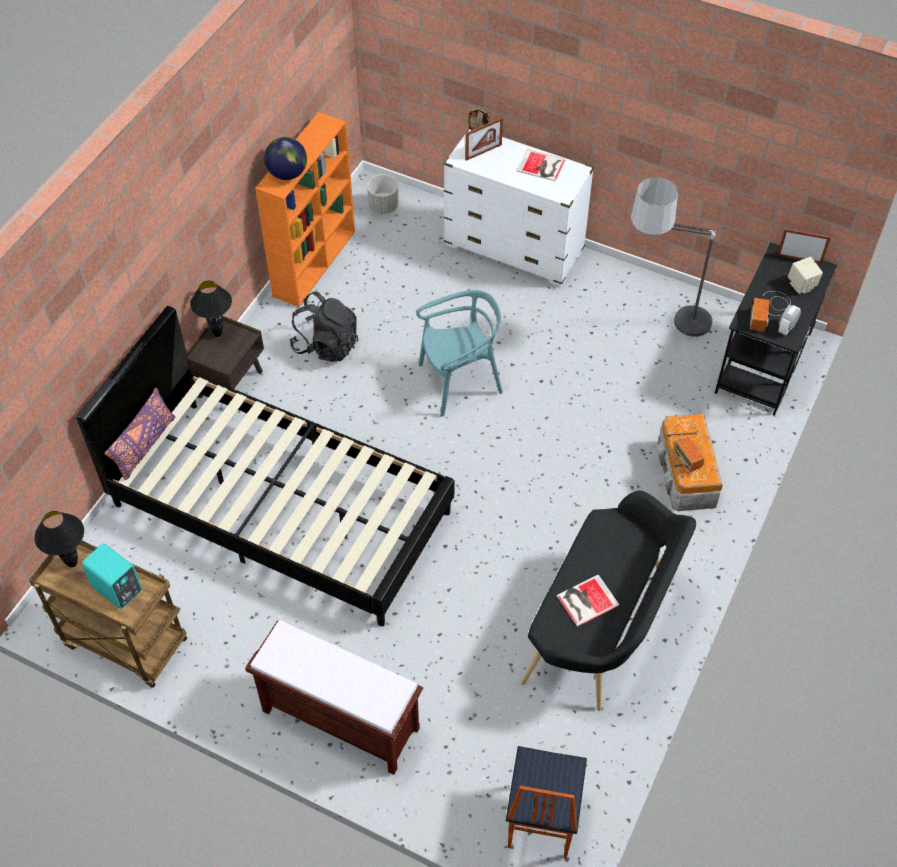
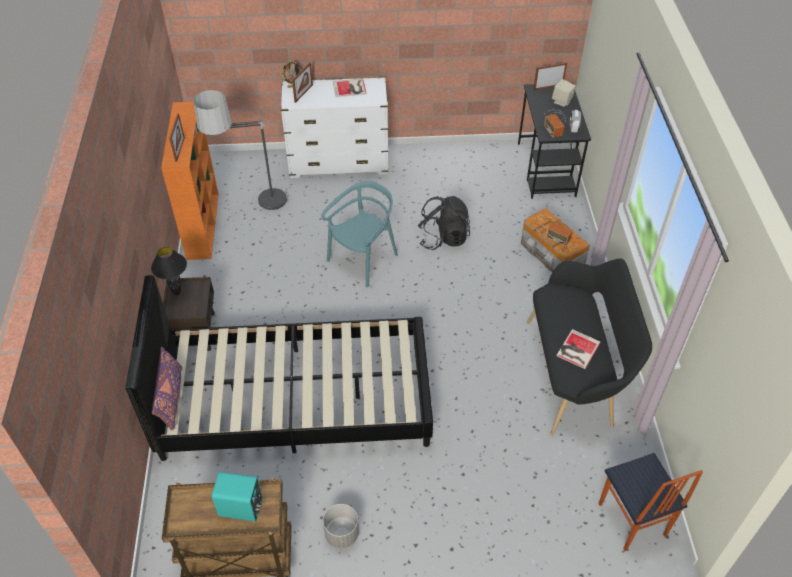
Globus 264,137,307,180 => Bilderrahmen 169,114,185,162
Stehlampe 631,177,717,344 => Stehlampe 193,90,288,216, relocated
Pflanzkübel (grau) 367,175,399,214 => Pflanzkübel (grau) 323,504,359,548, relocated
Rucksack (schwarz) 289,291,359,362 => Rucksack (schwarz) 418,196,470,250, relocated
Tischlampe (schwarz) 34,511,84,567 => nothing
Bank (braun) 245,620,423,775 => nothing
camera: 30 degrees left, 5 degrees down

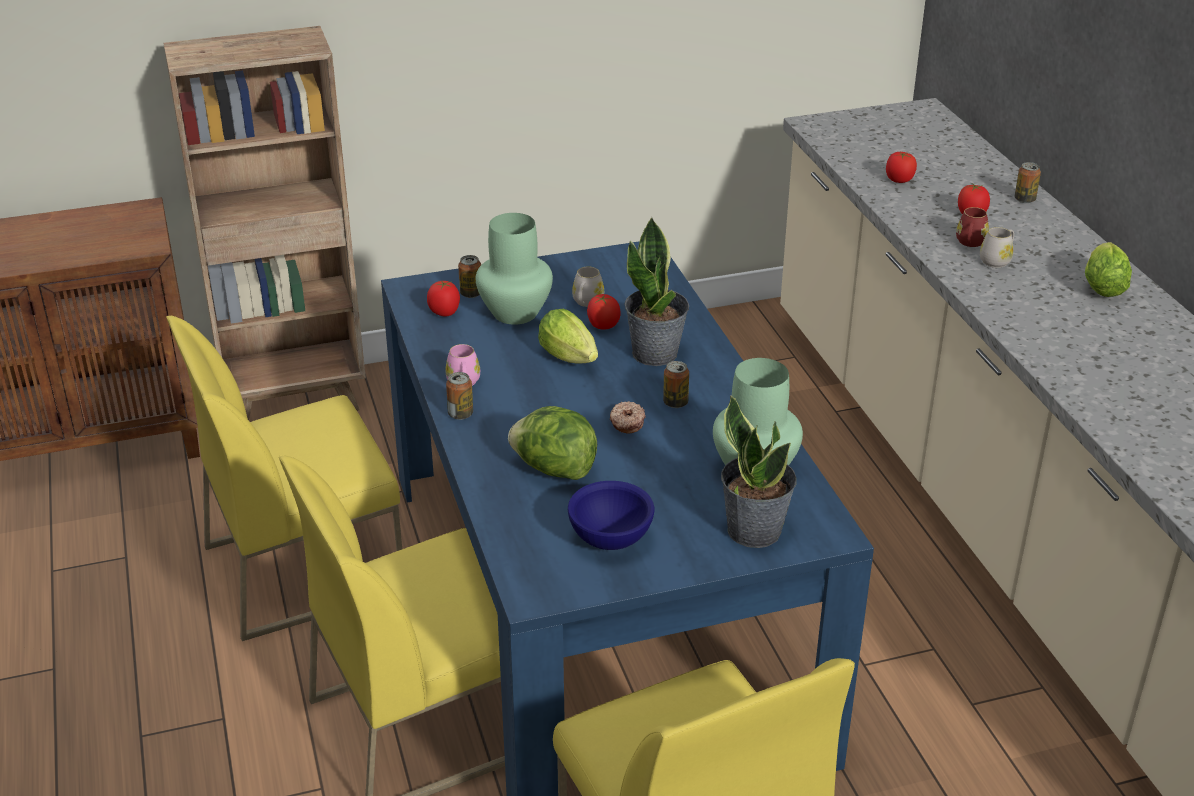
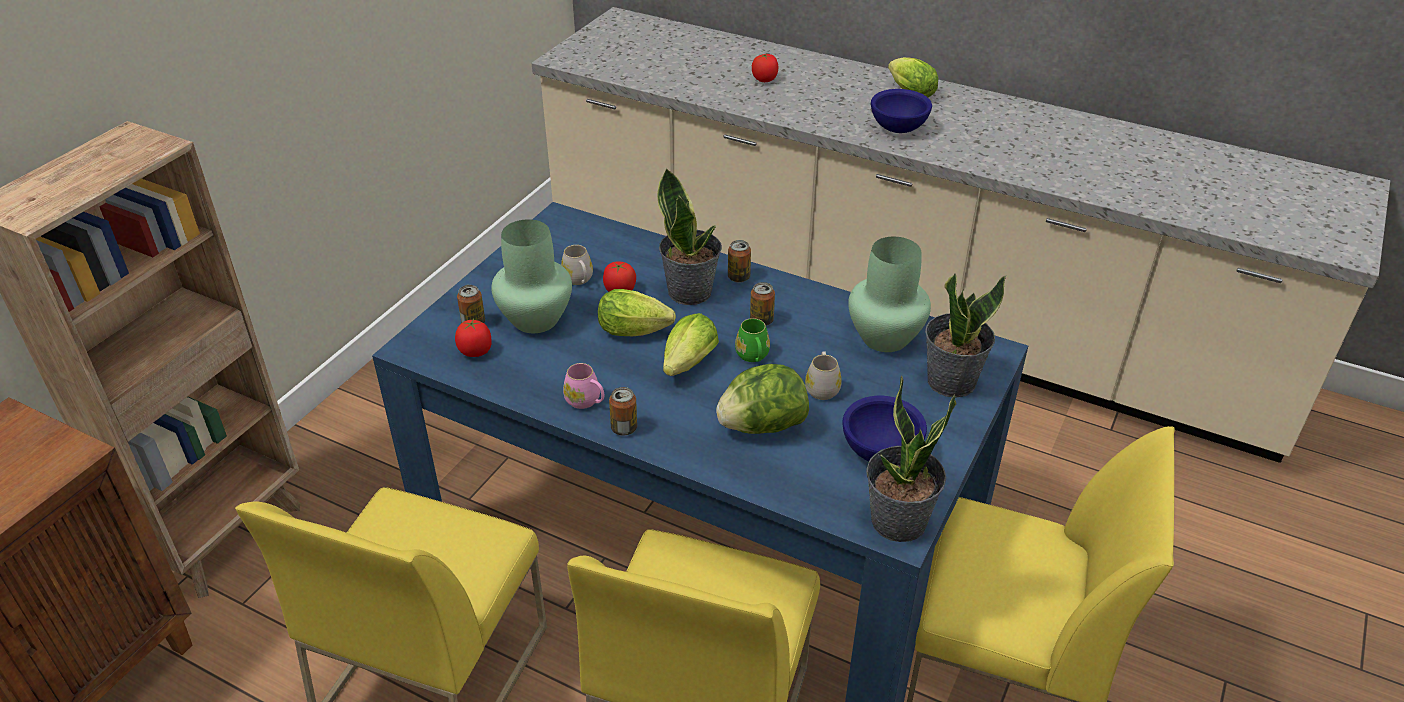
nothing => Salatkopf 663,313,719,376
Dose 1015,162,1041,203 => Dose 728,240,751,283, relocated
Donut 610,401,646,434 => Henkelbecher (grün) 735,318,770,362
Henkelbecher (weiß) 980,227,1014,268 => Henkelbecher (weiß) 805,351,842,400, relocated
nothing => Topfpflanze 866,376,957,542
nothing => Schüssel (blau) 871,89,932,133
Tomate 886,152,917,183 => nothing
Henkelbecher (rot) 956,207,989,247 => nothing
camera: 45 degrees left, 5 degrees up

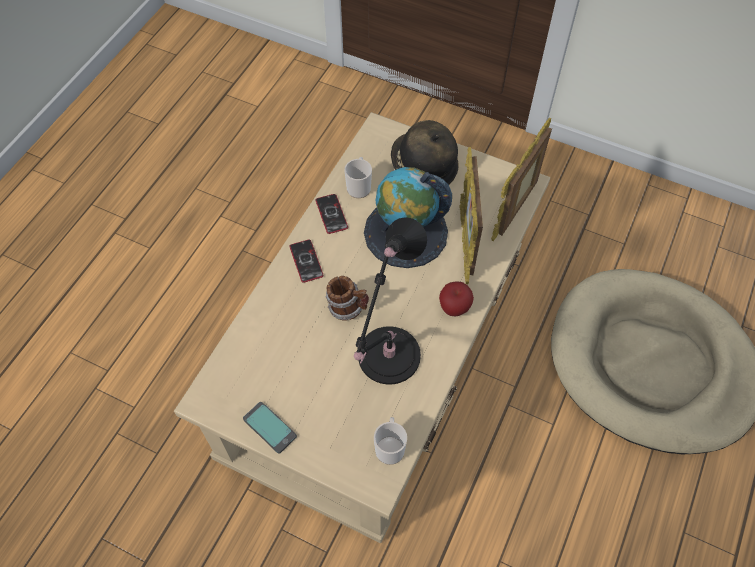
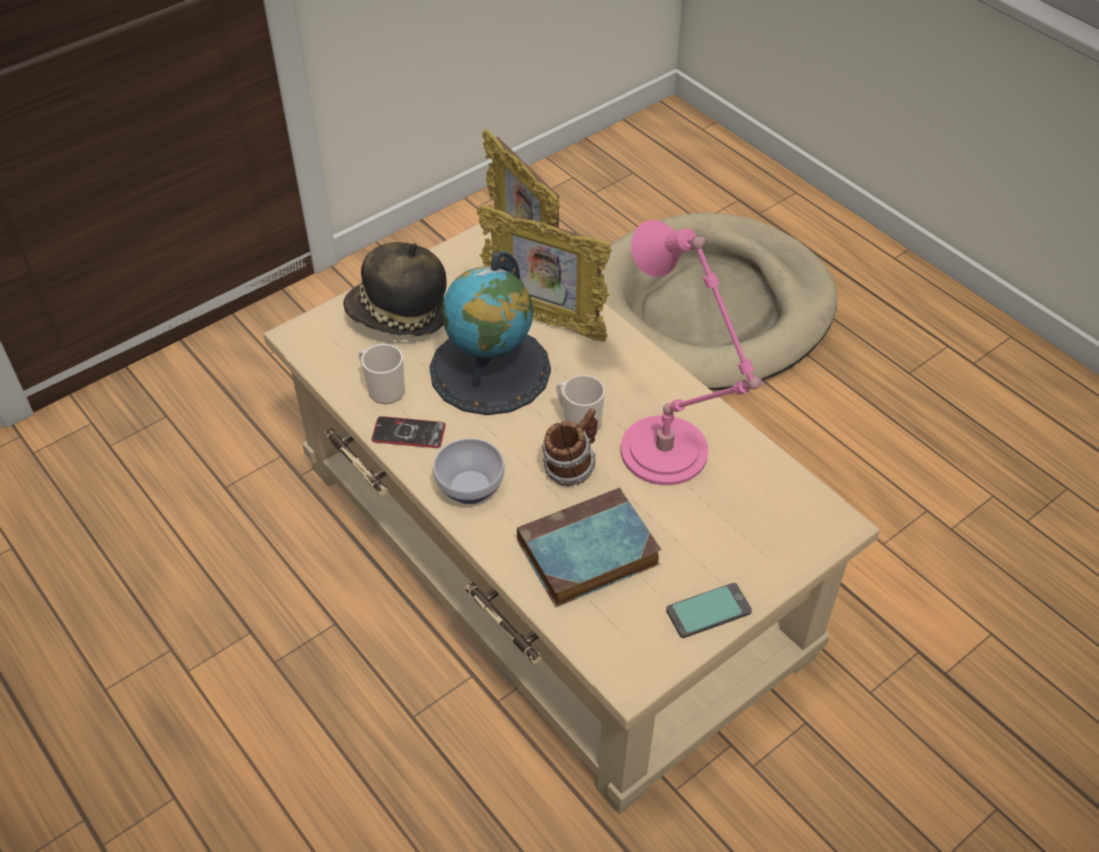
Handy 289,240,324,283 => Schüssel 433,438,505,504
nothing => Buch 517,488,661,607
Henkelbecher 374,417,407,465 => Henkelbecher 556,375,605,433, relocated
Tischlampe (schwarz) 354,217,427,385 => Tischlampe (rosa) 621,220,766,485
Apfel 439,281,474,316 => nothing
camera: 65 degrees left, 10 degrees down

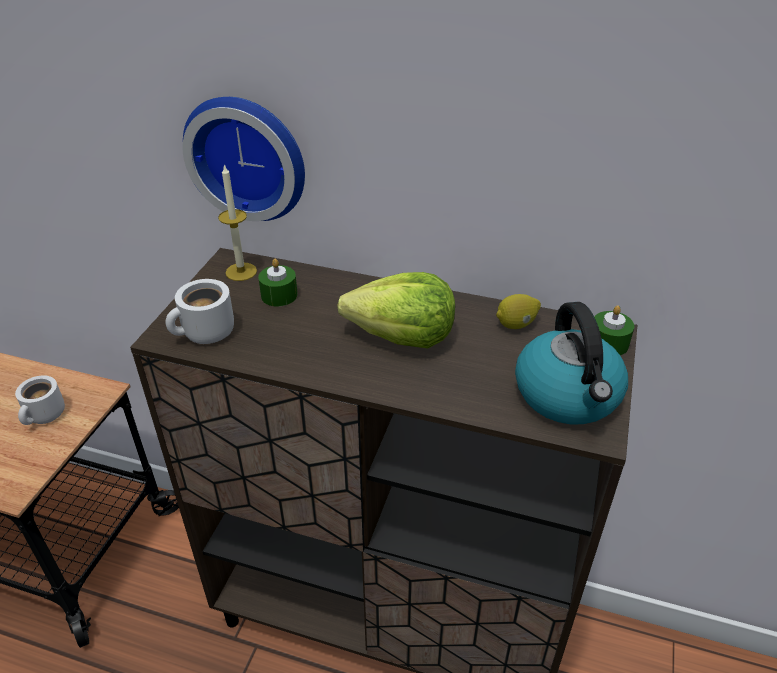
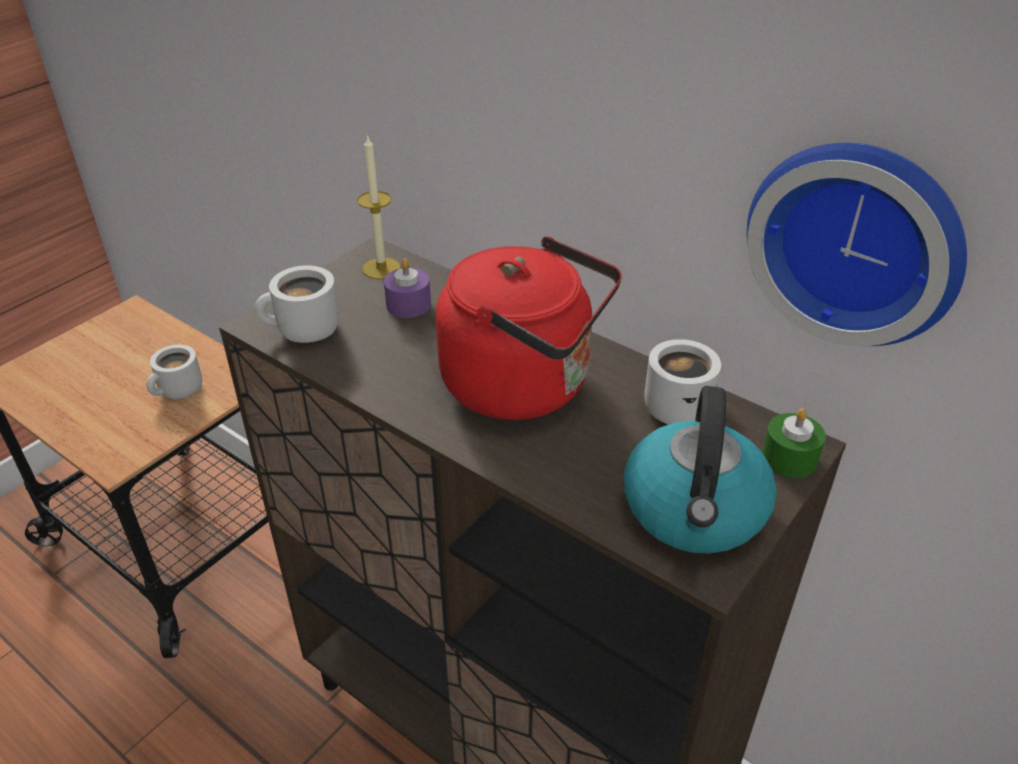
Kerze (grün) 258,259,298,306 => Kerze (lila) 384,259,431,318
Salatkopf 337,272,455,349 => Wasserkessel (rot) 436,236,622,420
Zitrone 496,294,541,329 => Henkelbecher (weiß) 644,339,721,425
Wanduhr 183,97,305,221 => Wanduhr 747,143,967,346, relocated
camera: 20 degrees right, 0 degrees up

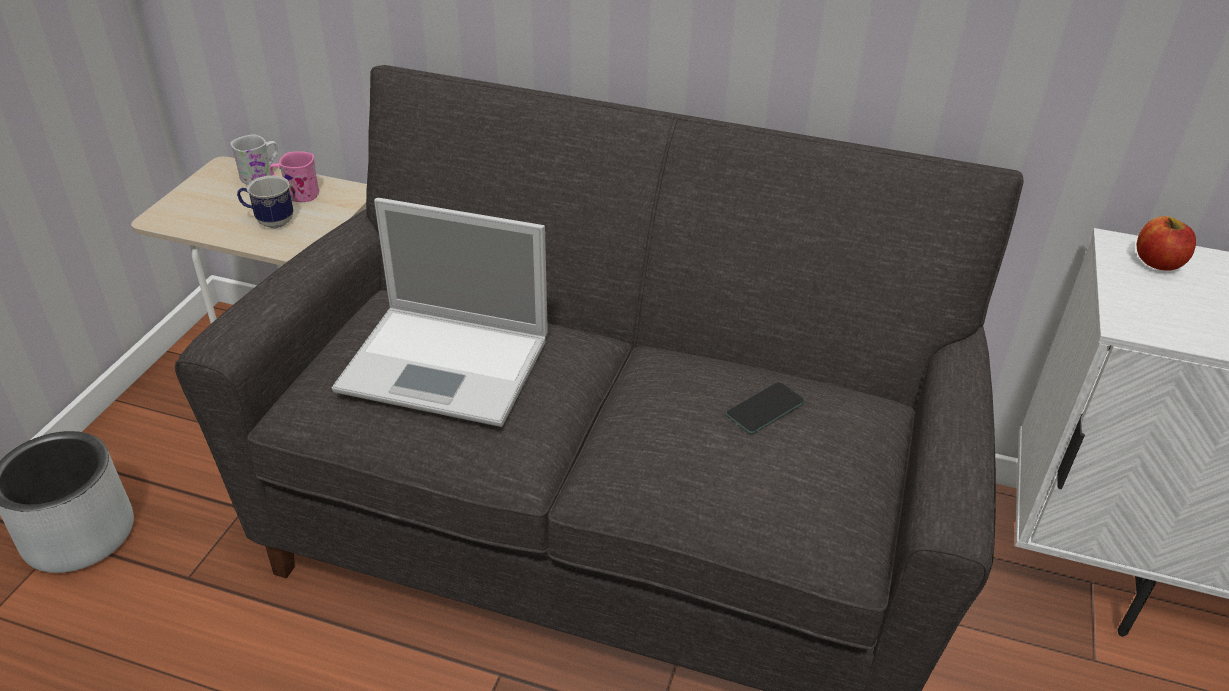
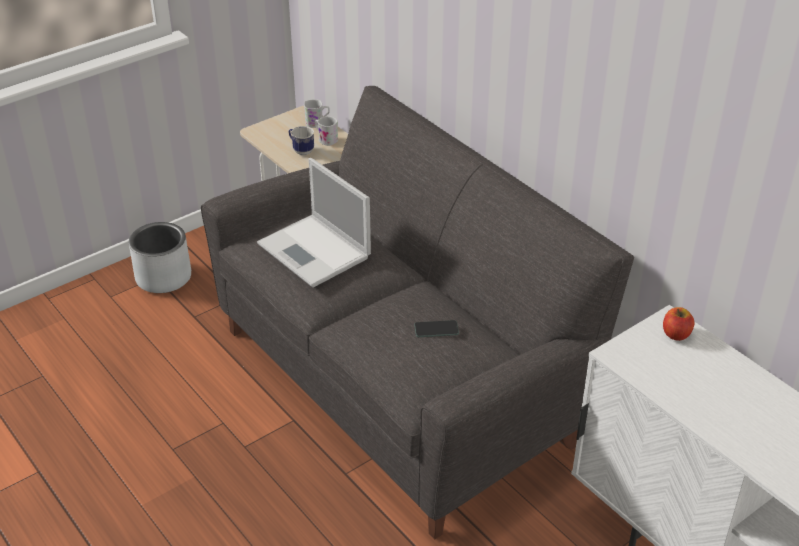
Henkelbecher (rosa) 270,151,319,202 => Henkelbecher (weiß) 315,116,338,146
camera: 35 degrees right, 0 degrees up

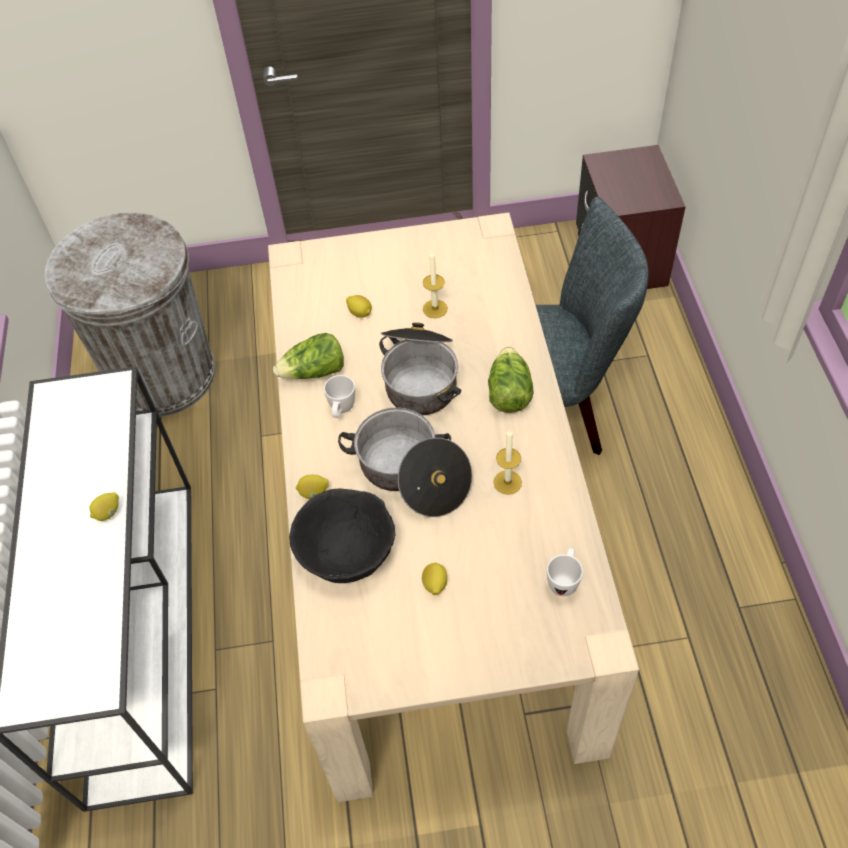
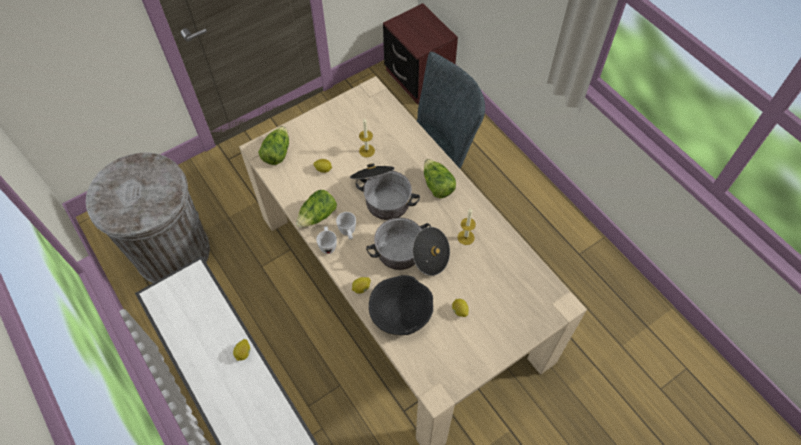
nothing => Salatkopf 258,126,289,165
Henkelbecher (weiß) 547,548,583,596 => Henkelbecher (weiß) 316,226,337,254, relocated
camera: 30 degrees left, 5 degrees up

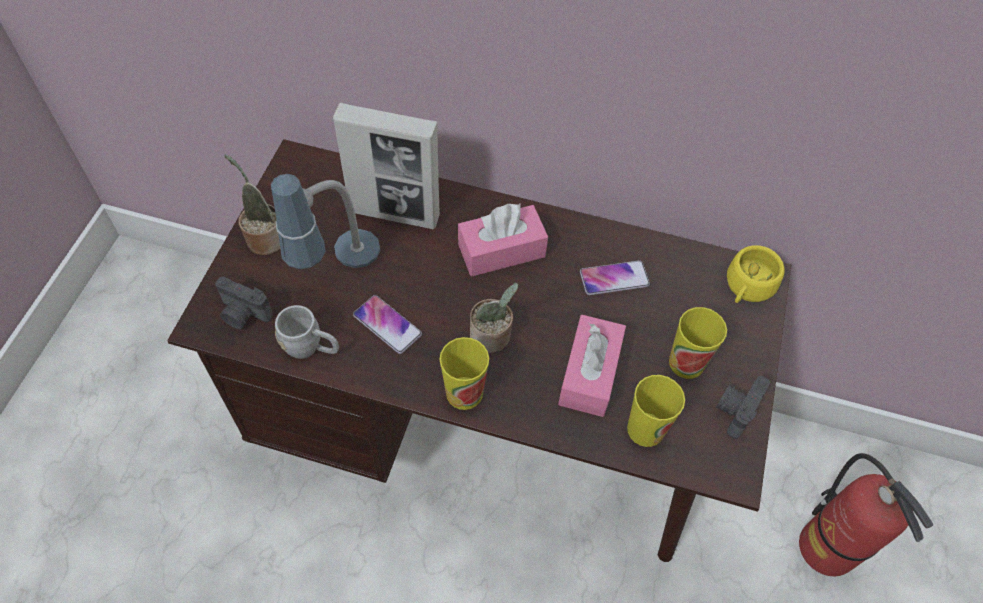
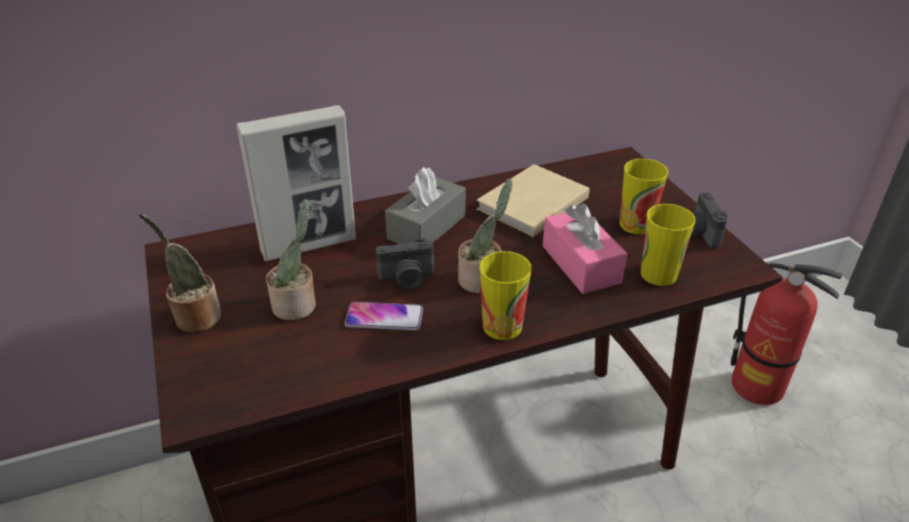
Tischlampe 271,174,380,269 => Topfpflanze 266,199,316,320
Kamera 215,277,273,330 => Kamera 376,238,434,290, relocated
Taschentuchbox (rosa) 458,203,548,277 => Taschentuchbox (grau) 385,167,466,244
Handy 580,260,650,295 => Buch (beige) 476,164,590,238
Henkelbecher (grau) 275,305,339,359 => nothing
Tasse (gelb) 727,245,785,303 => nothing
camera: 35 degrees left, 20 degrees down

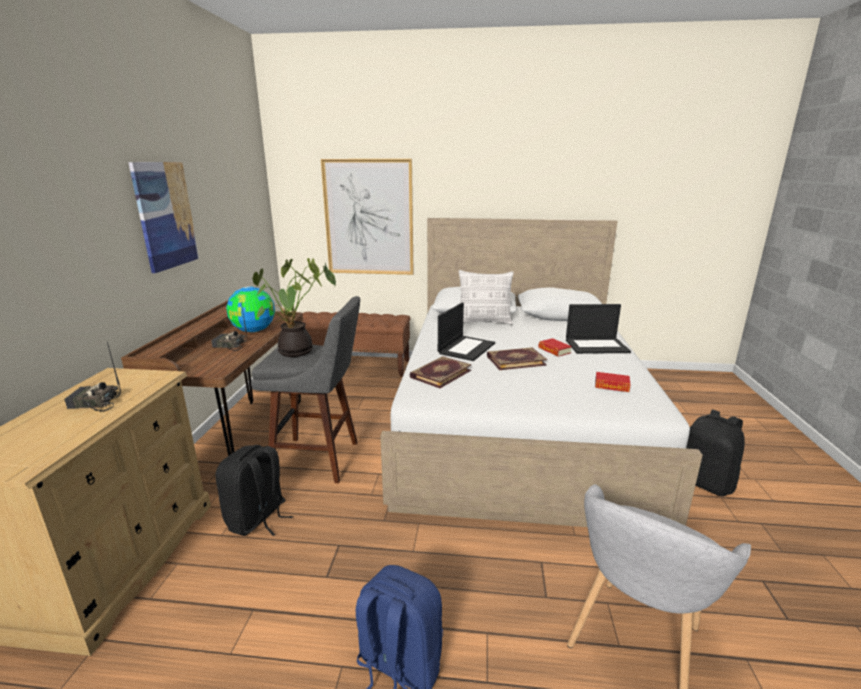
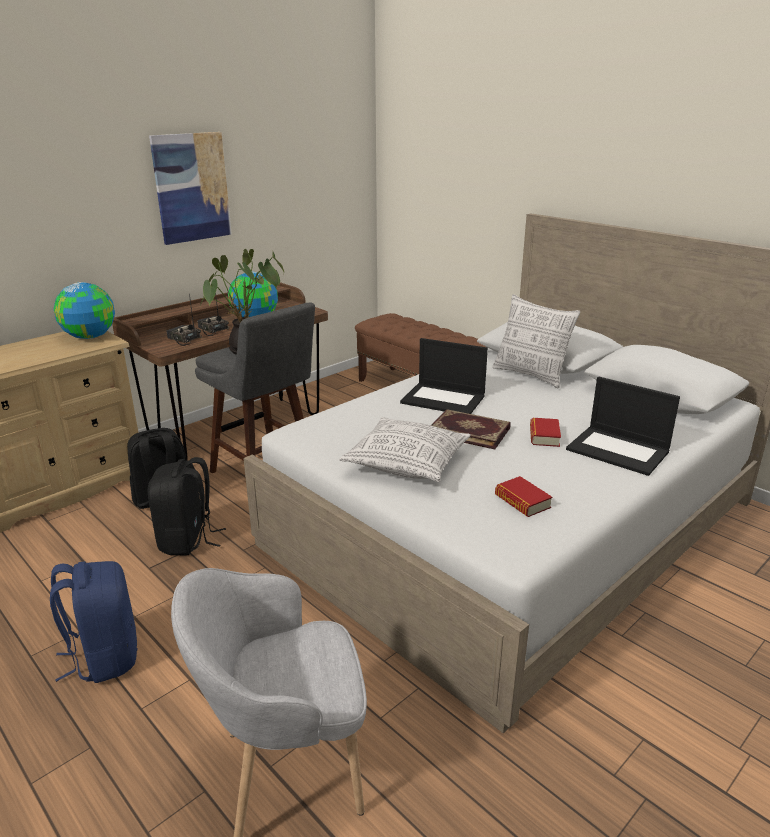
nothing => Globus 54,282,115,339
Rucksack (schwarz) 686,410,745,497 => Rucksack (schwarz) 148,457,226,555, relocated
Radio 64,342,121,412 => Radio 166,294,202,346, relocated
nothing => Kissen 339,417,471,482
Laptop 438,303,495,361 => Laptop 400,338,488,414, 45 degrees clockwise
Bild 321,159,414,275 => nothing
Buch 410,356,472,388 => nothing
camera: 40 degrees right, 5 degrees up

